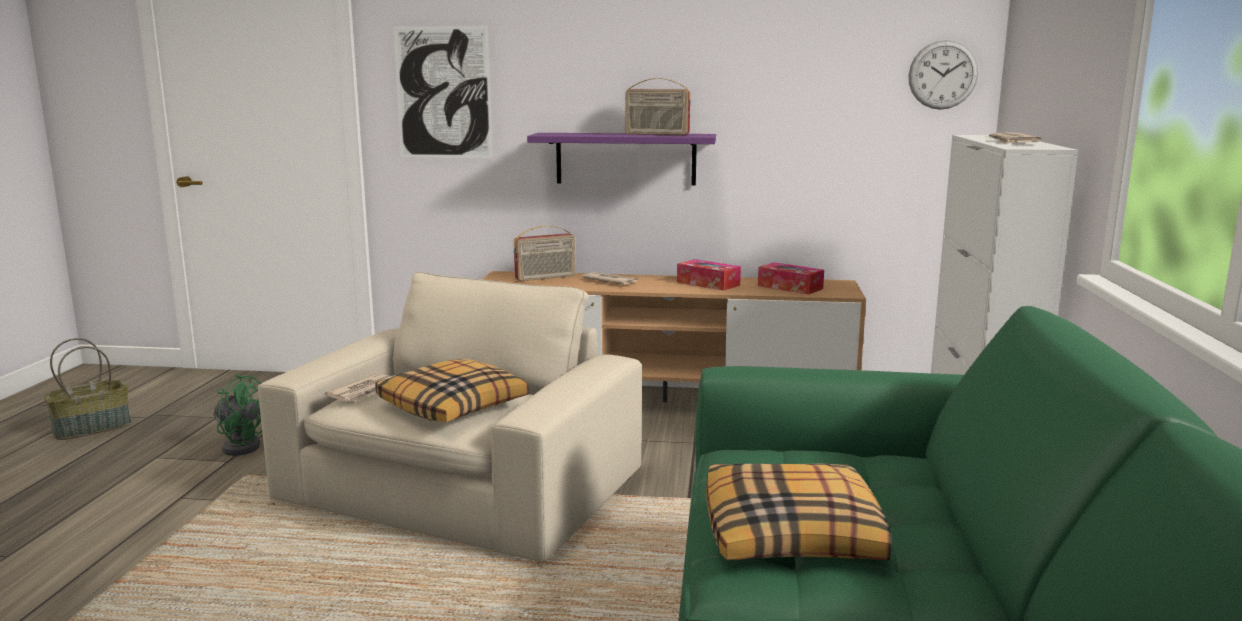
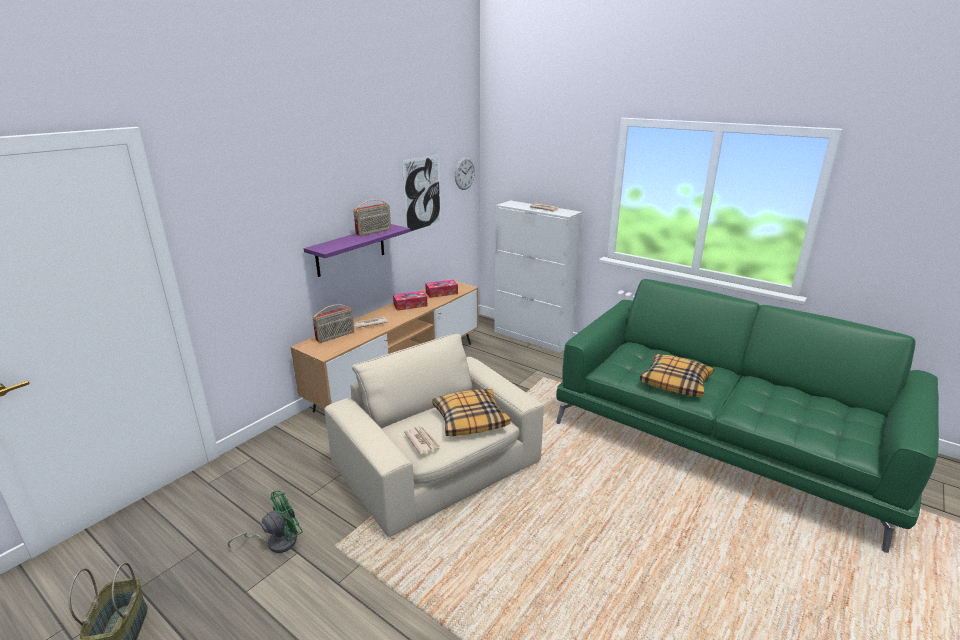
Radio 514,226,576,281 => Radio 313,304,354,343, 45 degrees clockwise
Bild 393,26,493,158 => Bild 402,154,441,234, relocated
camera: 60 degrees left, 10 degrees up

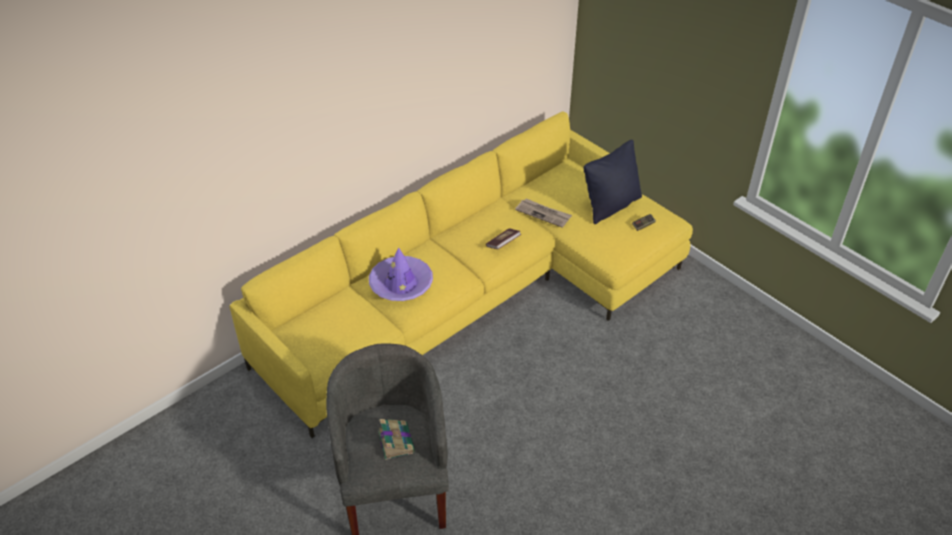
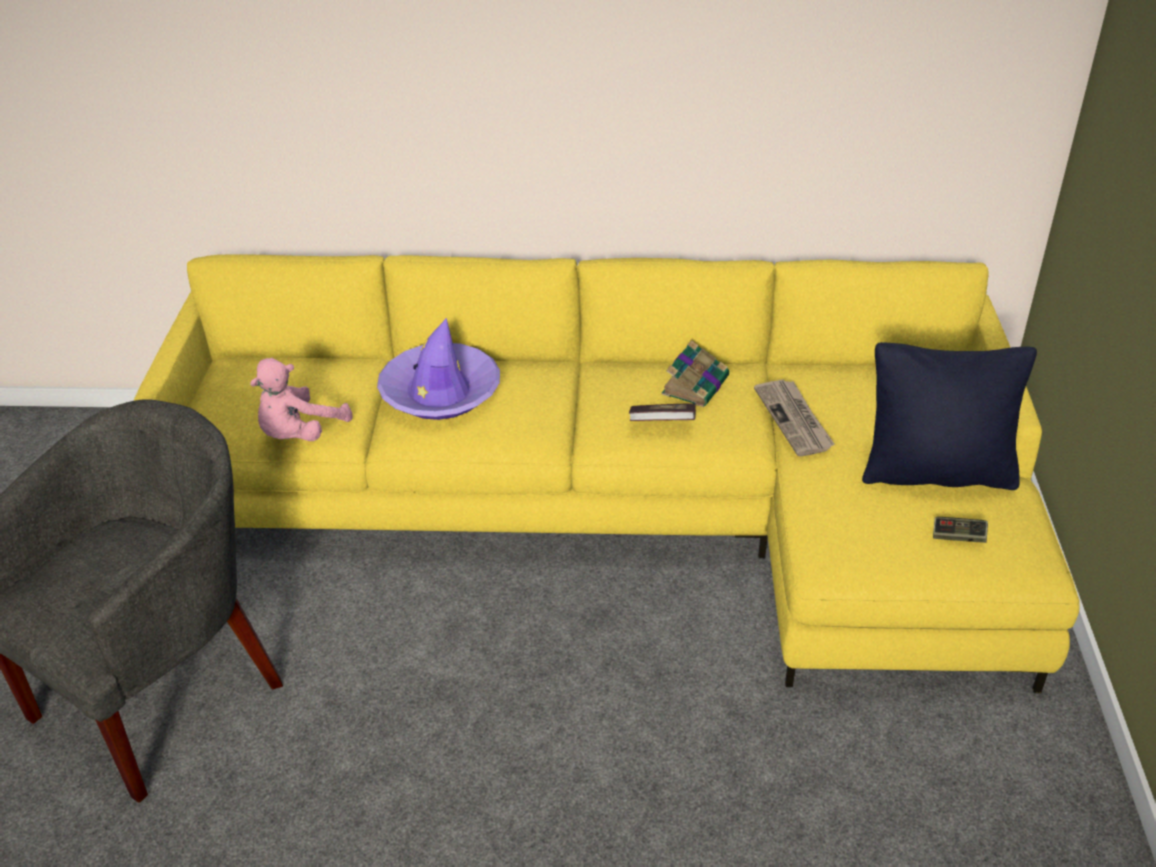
nothing => Plüschtier (rosa) 250,358,353,441
Buch 378,419,415,460 => Buch 662,340,729,407, relocated
camera: 45 degrees right, 5 degrees down

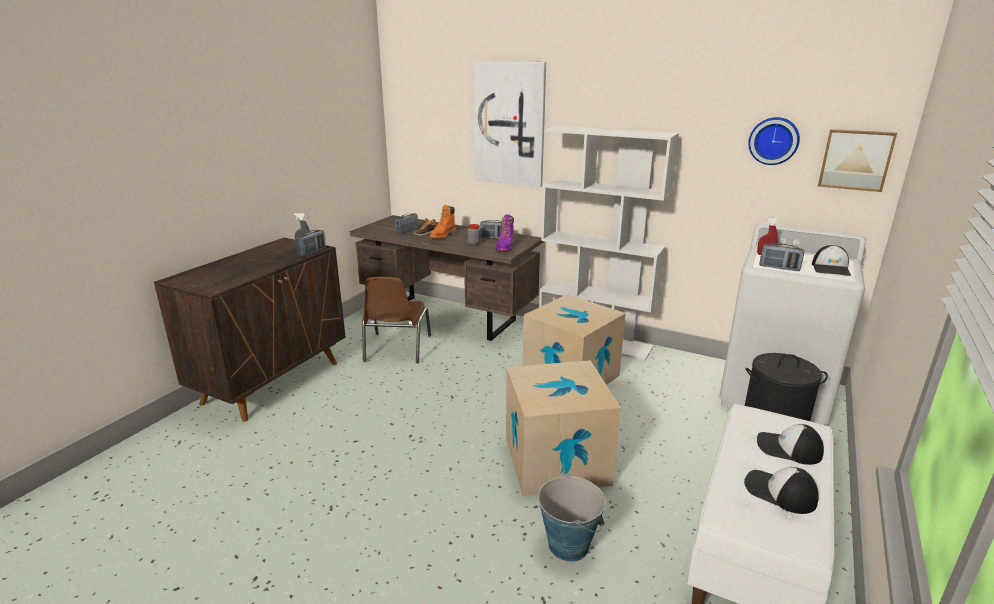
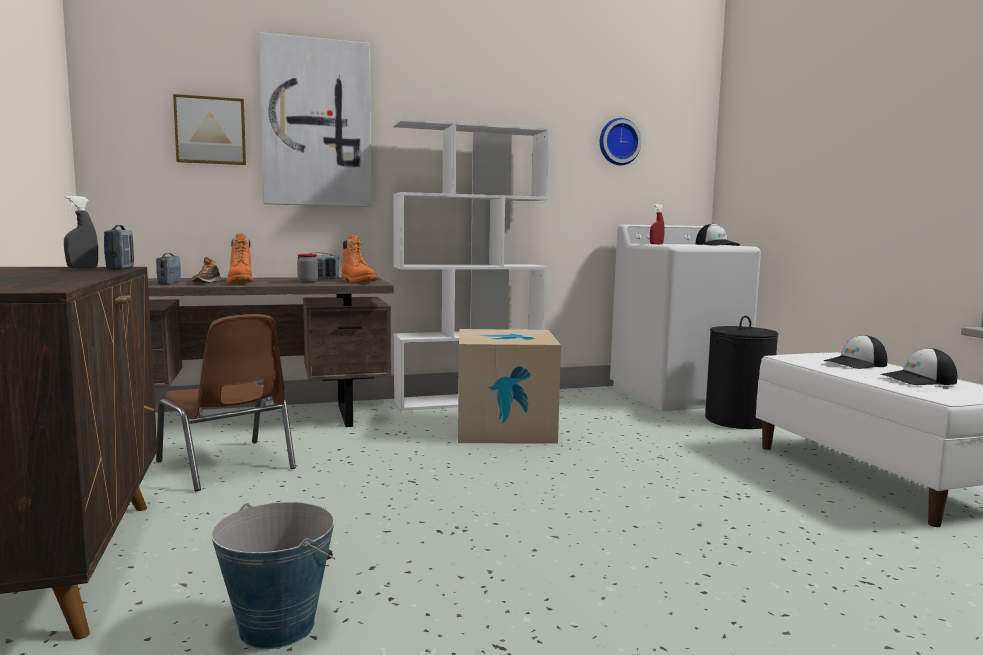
Bild 818,129,897,192 => Bild 173,94,246,165, relocated
Eimer 538,474,606,562 => Eimer 211,502,336,649, relocated
Stiefel (lila) 496,214,514,251 => Stiefel (orange) 341,235,377,283
Karton 506,360,621,496 => nothing
Radio 759,244,805,271 => nothing
camera: 45 degrees left, 15 degrees down

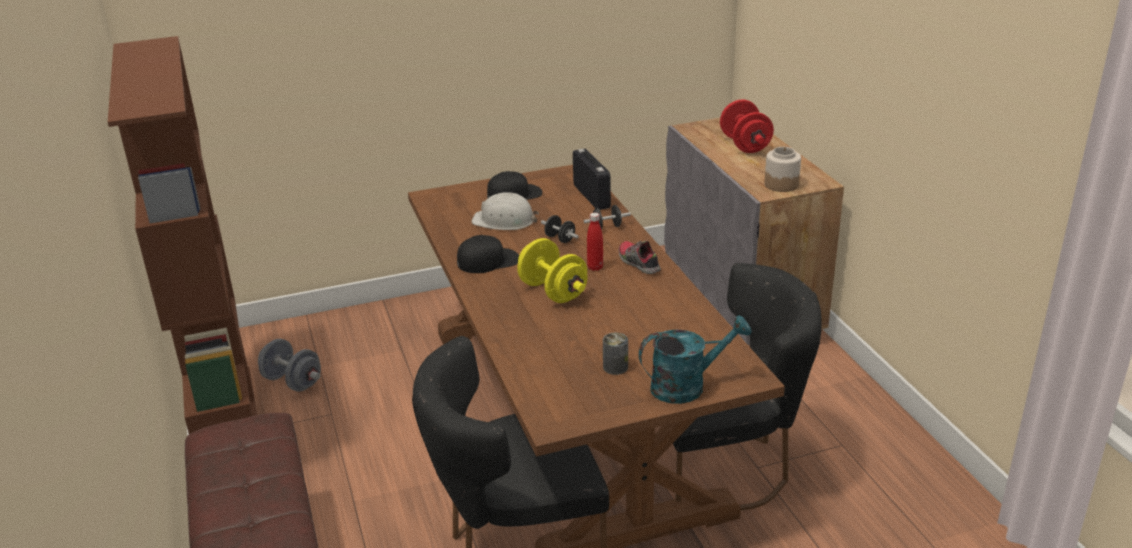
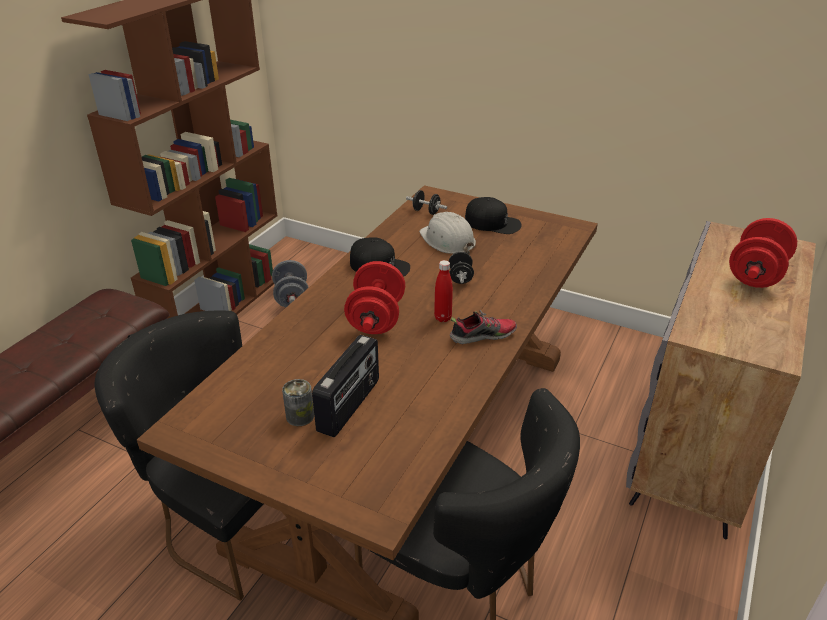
Radio 573,149,611,210 => Radio 312,335,379,437, relocated
Hantel (gelb) 517,238,588,303 => Hantel (rot) 344,261,405,334
Hantel (schwarz) 584,205,631,230 => Hantel (schwarz) 406,190,447,215, relocated
Schuh 619,240,661,274 => Schuh 450,310,517,345, 60 degrees clockwise
Gießkanne (türkis) 639,315,752,404 => nothing
Vorratsglas 765,147,801,192 => nothing
camera: 45 degrees right, 5 degrees up

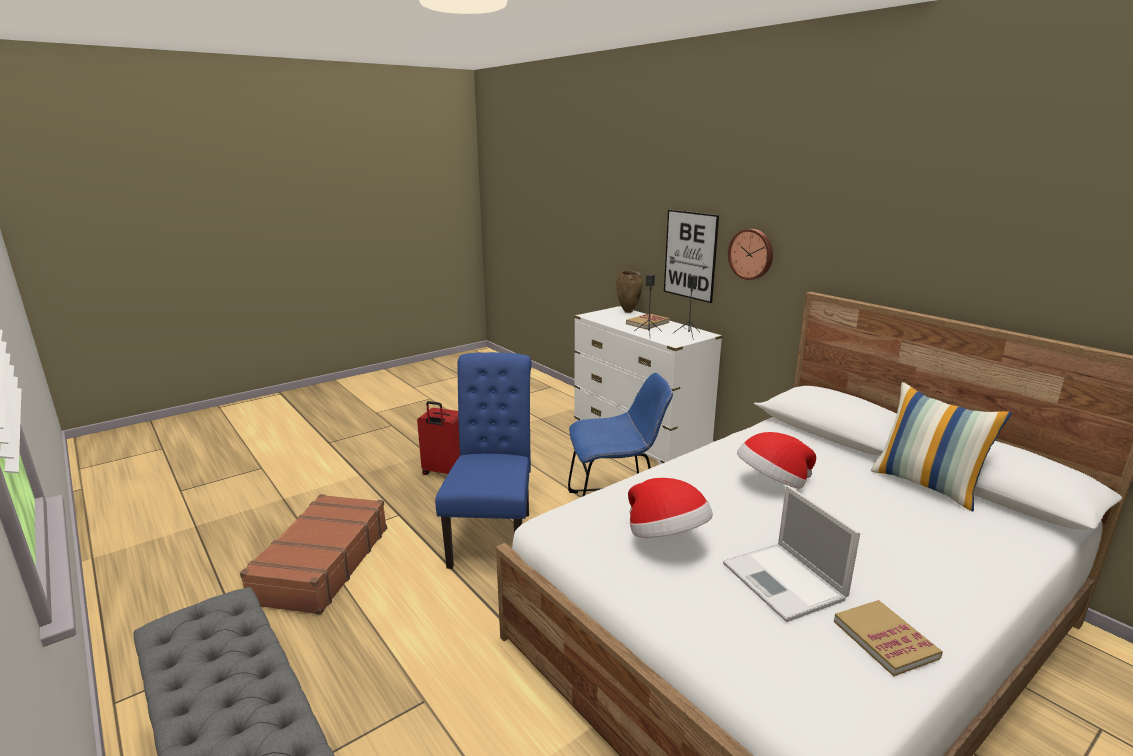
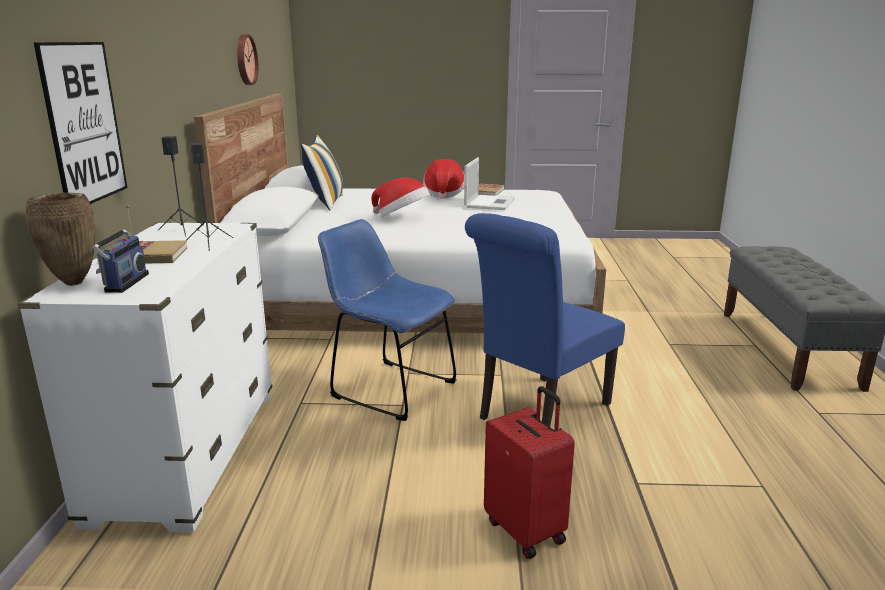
nothing => Radio 93,205,149,293
Wanduhr 728,229,773,280 => Wanduhr 237,34,258,85, relocated
Hut 628,478,713,538 => Hut 423,159,464,199, relocated
Koffer (braun) 240,494,387,615 => nothing
camera: 140 degrees left, 0 degrees up

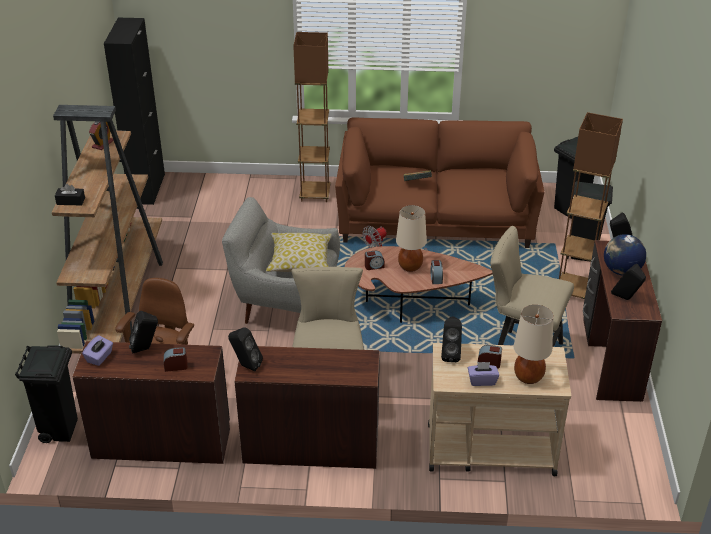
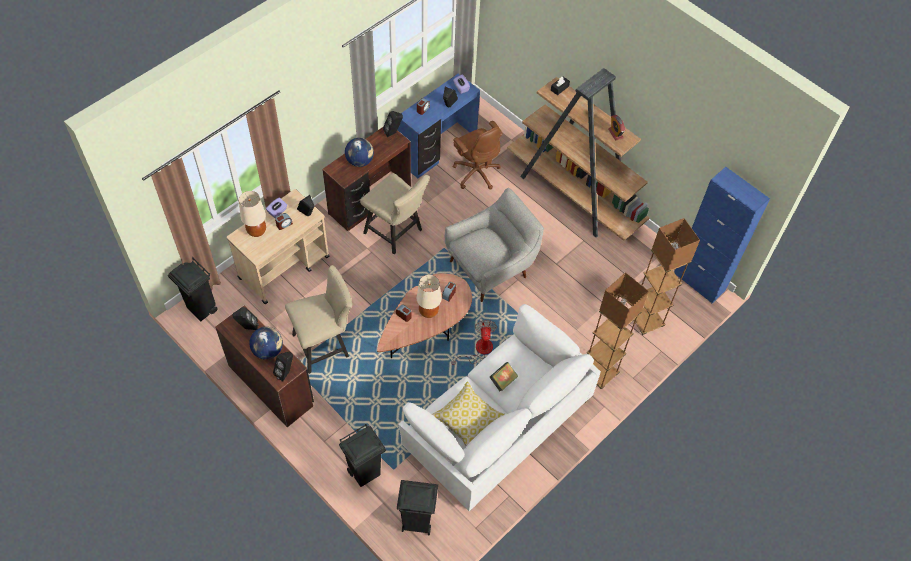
Mülleimer (schwarz) 15,345,78,443 => Mülleimer (schwarz) 168,257,218,322, relocated
nothing => Globus 345,138,374,167
Schreibtisch (braun) 72,341,230,464 => Schreibtisch (blau) 398,73,480,179
Sofa (braun) 335,118,544,248 => Sofa (weiß) 398,304,601,511
Kissen 266,233,332,272 => Kissen 432,381,505,446, relocated
Stehlampe (braun) 559,112,623,299 => Stehlampe (braun) 634,218,700,335, relocated
Schrank (schwarz) 104,18,165,205 => Schrank (blau) 674,167,770,303
camera: 130 degrees right, 20 degrees up

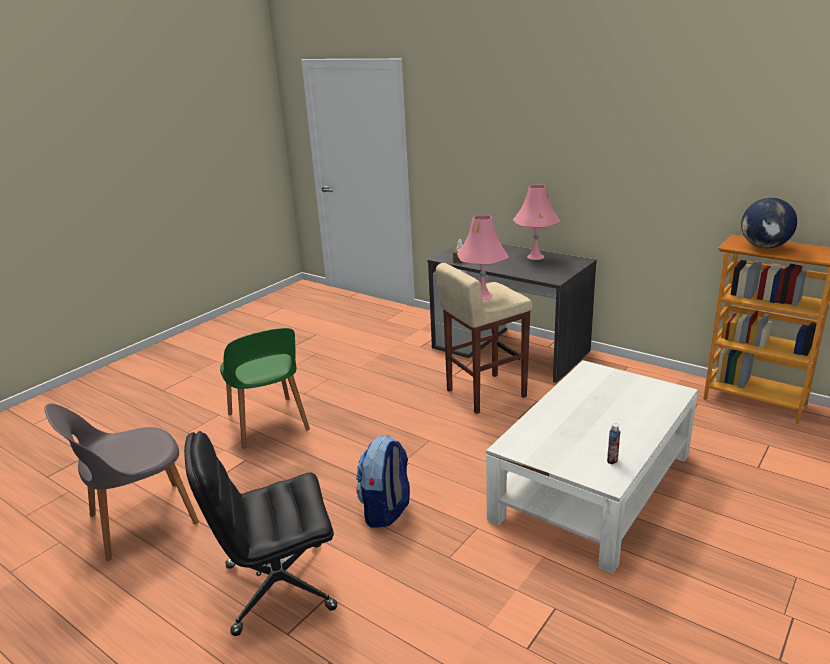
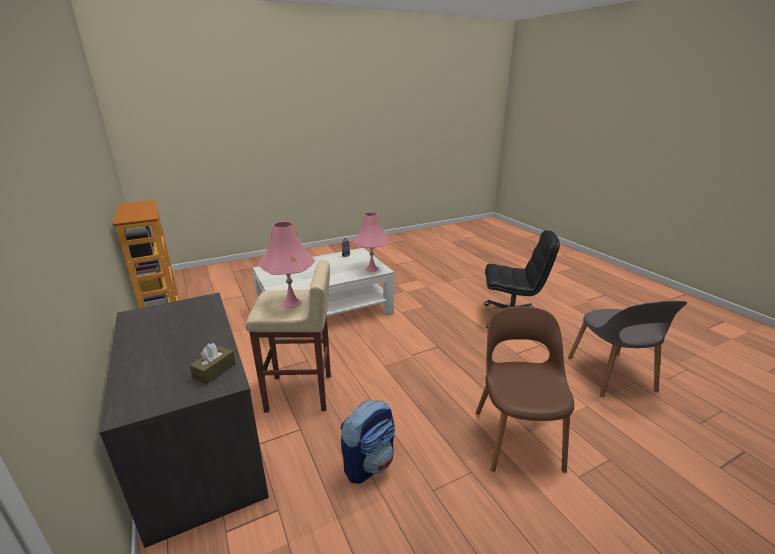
Rucksack 356,435,410,528 => Rucksack 341,400,395,484, relocated
Tischlampe (rosa) 513,185,561,260 => Tischlampe (rosa) 353,212,390,272, relocated
Stuhl (grün) 220,328,310,449 => Stuhl (braun) 476,306,574,473
Stuhl (grau) 44,403,199,561 => Stuhl (grau) 568,301,687,397, 90 degrees clockwise
Globus 741,198,797,248 => nothing
camera: 155 degrees left, 0 degrees up

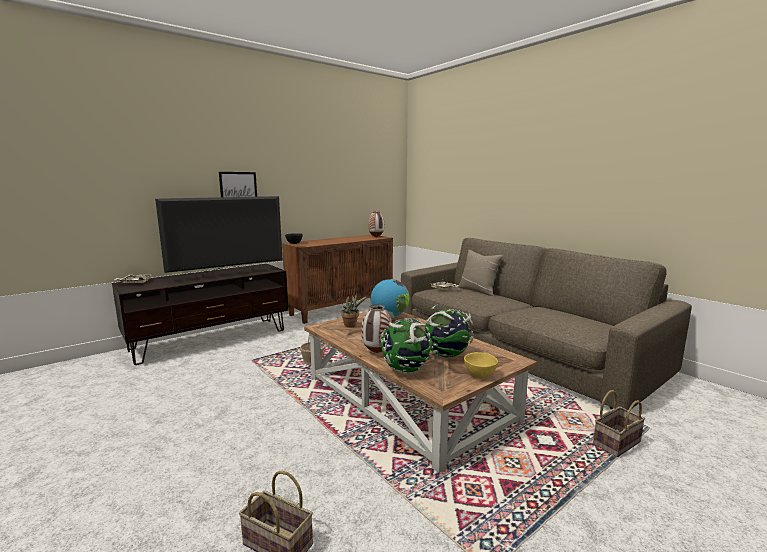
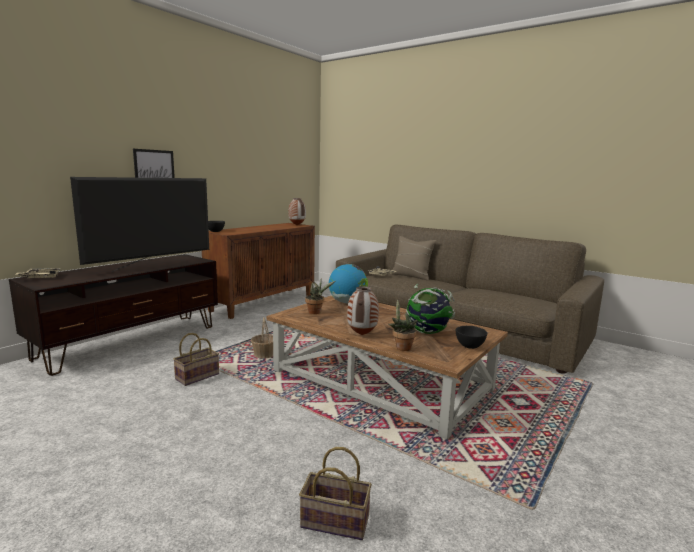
Korb 593,390,645,457 => Korb 173,333,219,386, relocated
Globus 380,318,432,374 => Topfpflanze 389,299,418,351
Schüssel (gelb) 464,352,498,378 => Schüssel (schwarz) 456,326,487,349
camera: 15 degrees left, 0 degrees up

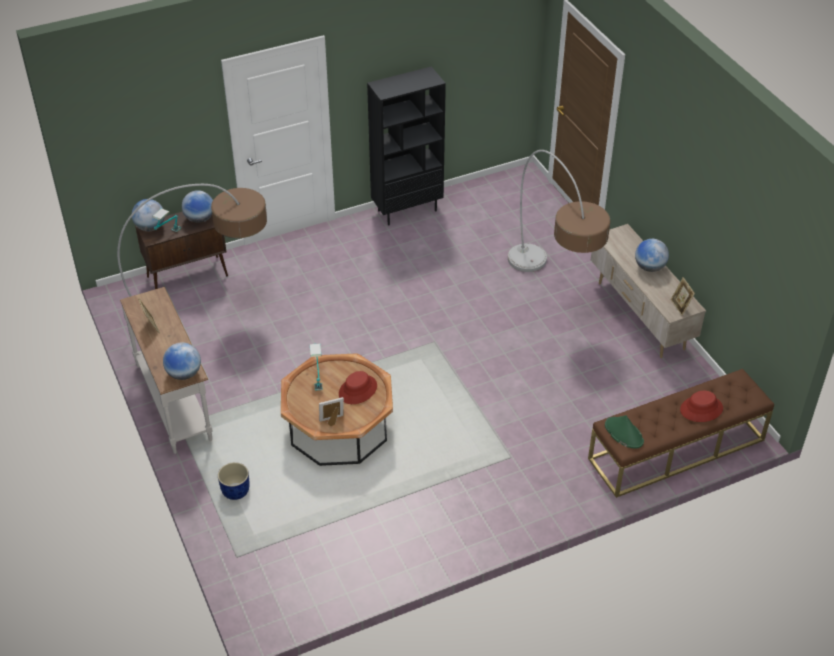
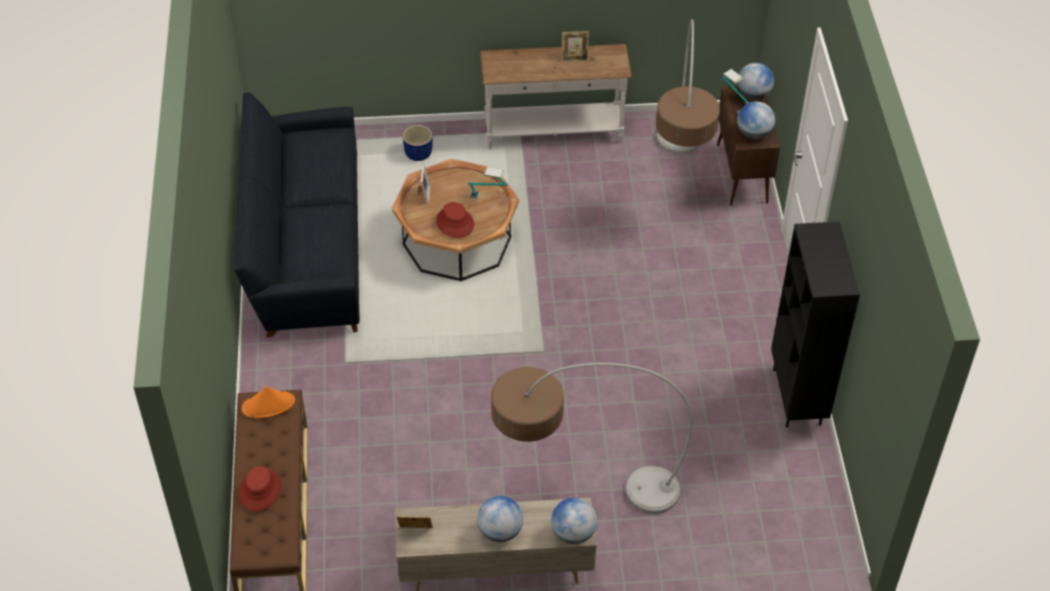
nothing => Sofa (schwarz) 234,92,360,337
Hut (grün) 605,415,644,448 => Hut (orange) 242,386,295,418
Globus 163,342,201,380 => Globus 551,498,597,544, relocated
camera: 110 degrees right, 5 degrees up

